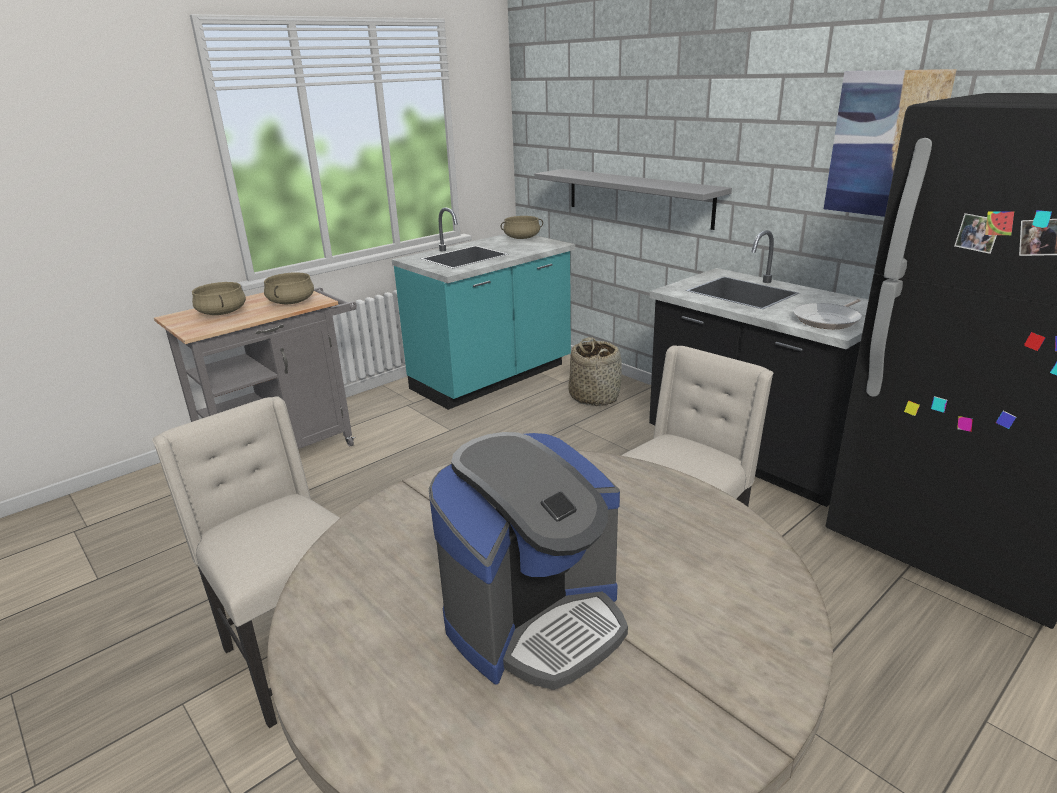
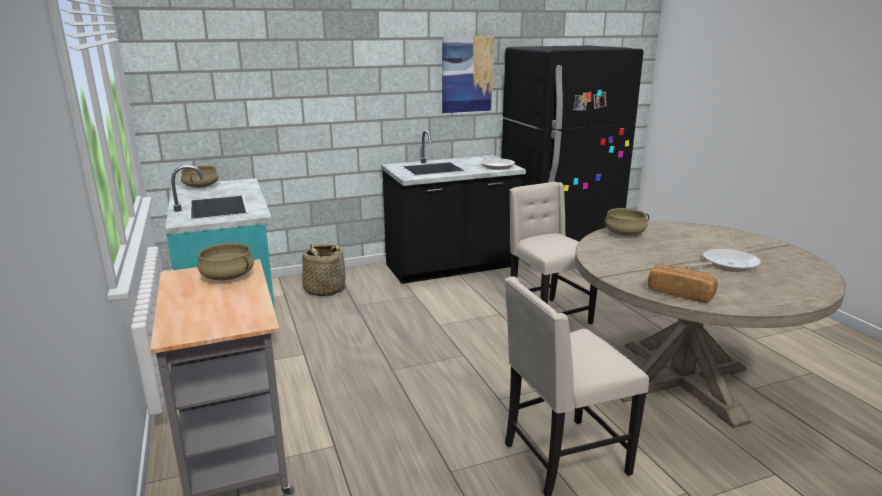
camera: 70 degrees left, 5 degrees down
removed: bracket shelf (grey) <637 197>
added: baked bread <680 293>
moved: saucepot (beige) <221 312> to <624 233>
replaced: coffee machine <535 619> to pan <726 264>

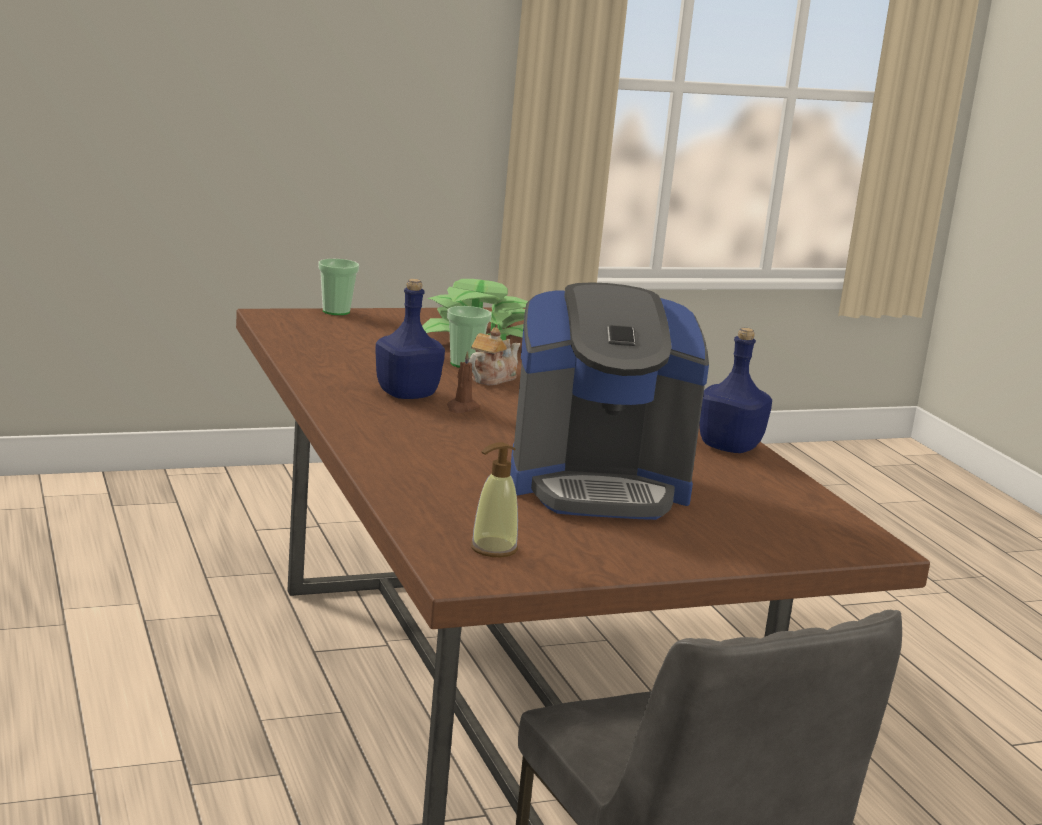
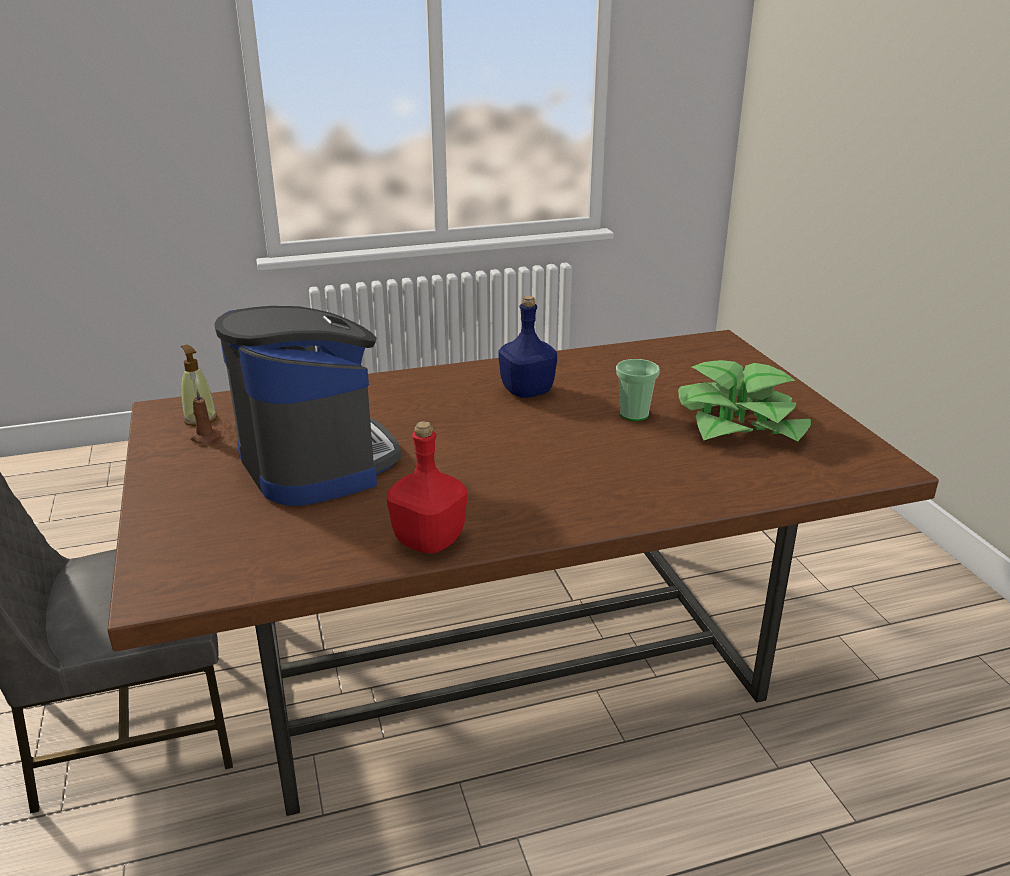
camera: 95 degrees right, 10 degrees up
removed: drinking cup <336 311>; tea pot <491 378>
moved: candle (brownish) <461 408> to <204 437>
recoloured: bottle (blue-coloured) <729 447> to bottle (red) <427 540>
turned: coffee machine <598 486> = <316 462> 150 degrees clockwise

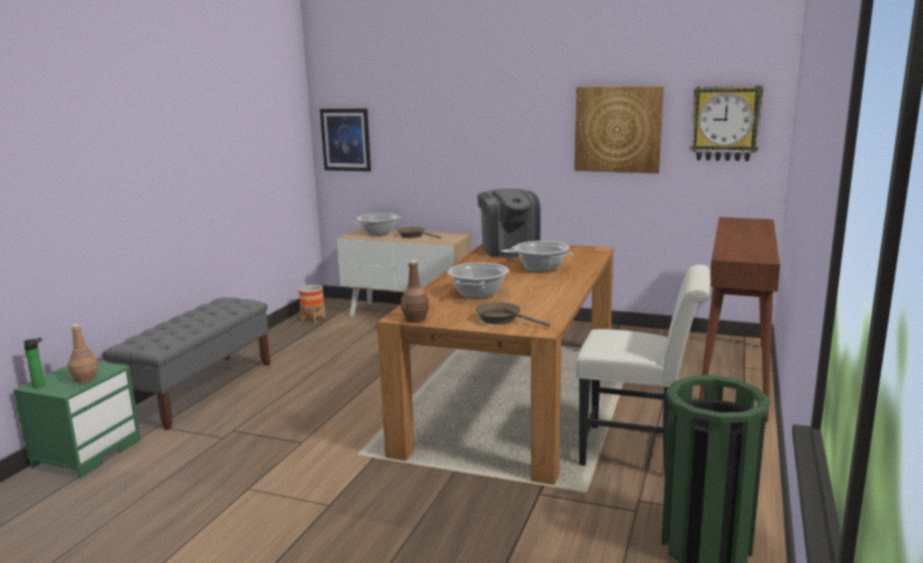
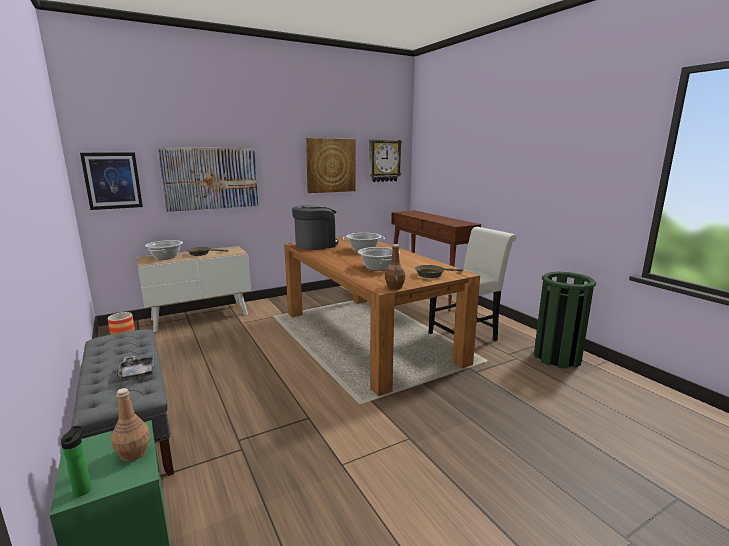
camera: 50 degrees left, 0 degrees up
added: wall picture <211 178>; tray (grey) <137 372>
turned: coffee machine <509 249> = <316 245> 60 degrees counterclockwise

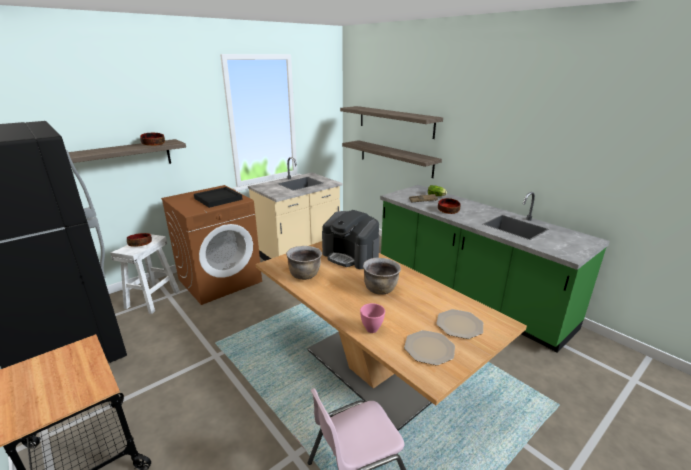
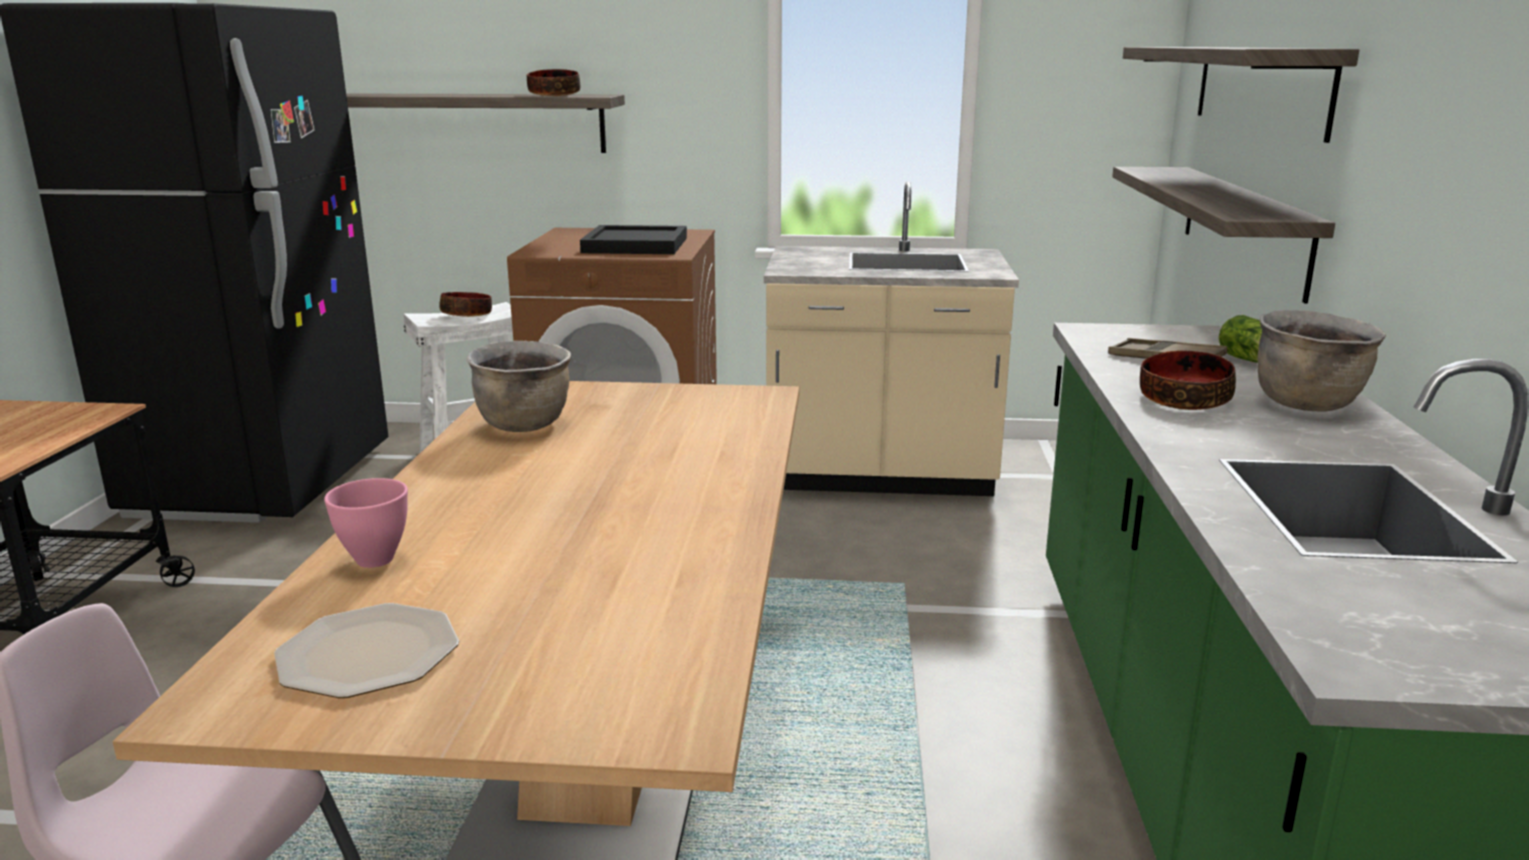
camera: 45 degrees right, 5 degrees down
removed: coffee machine <351 256>; flat dish <459 324>
moved: saucepot (brownish) <380 289> to <1307 404>

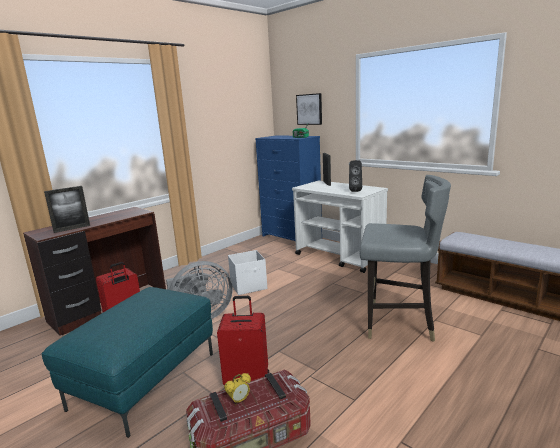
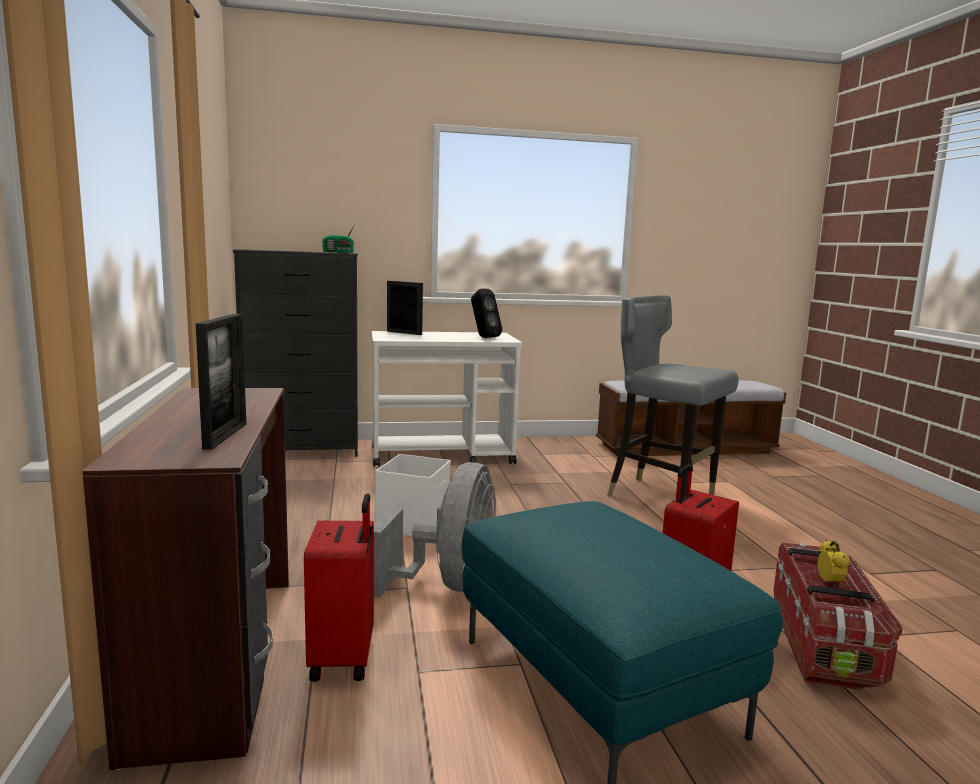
camera: 55 degrees left, 5 degrees down
removed: wall picture <309 109>
recoloured: chest of drawers (blue-coloured) <292 237> to chest of drawers (blackish) <304 449>
turned: upright chair (grey) <398 324> = <662 497> 105 degrees counterclockwise

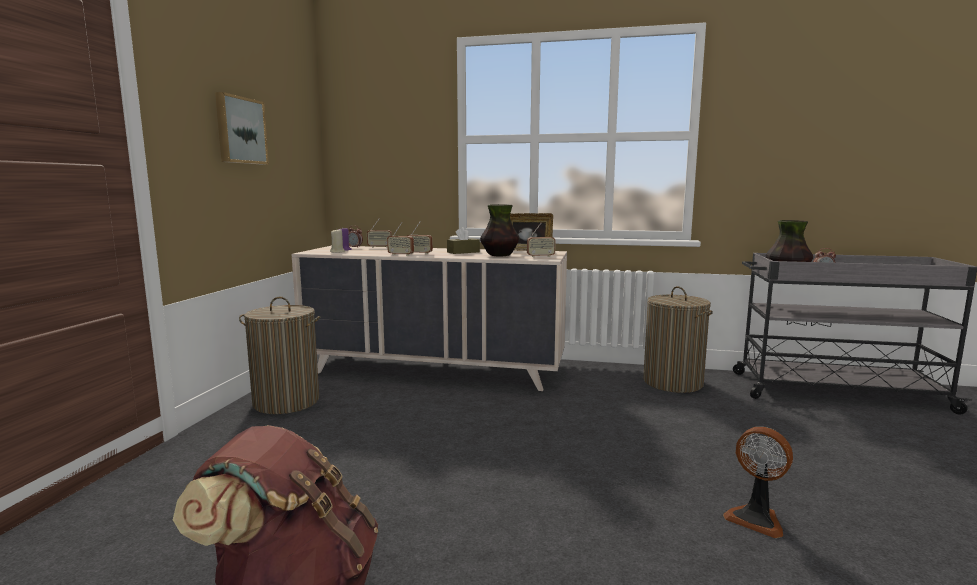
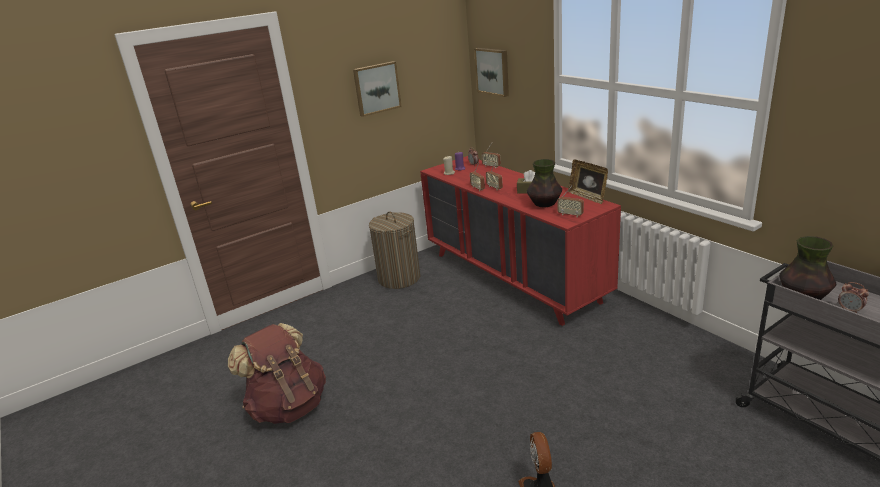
camera: 45 degrees right, 15 degrees up
removed: hamper <673 382>
added: wall picture <493 71>
recoloured: chest of drawers (beige) <435 371> to chest of drawers (red) <513 277>

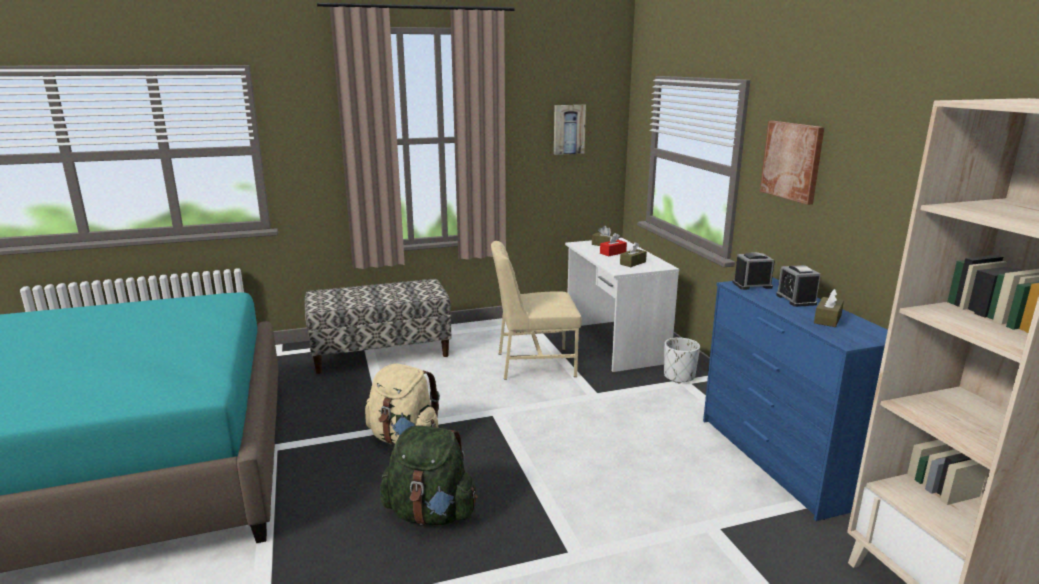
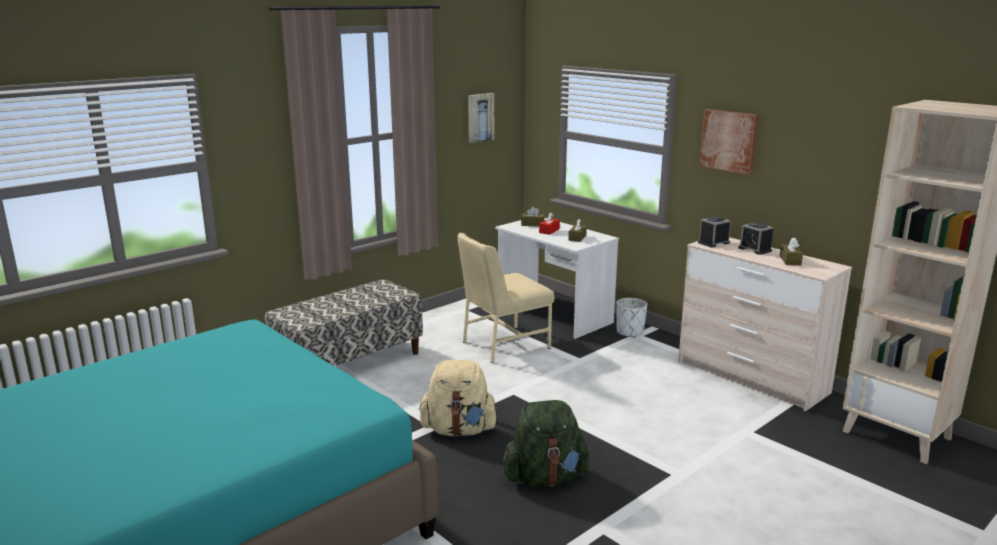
camera: 25 degrees left, 0 degrees up
recoloured: chest of drawers (blue-coloured) <778 460> to chest of drawers (beige) <751 378>

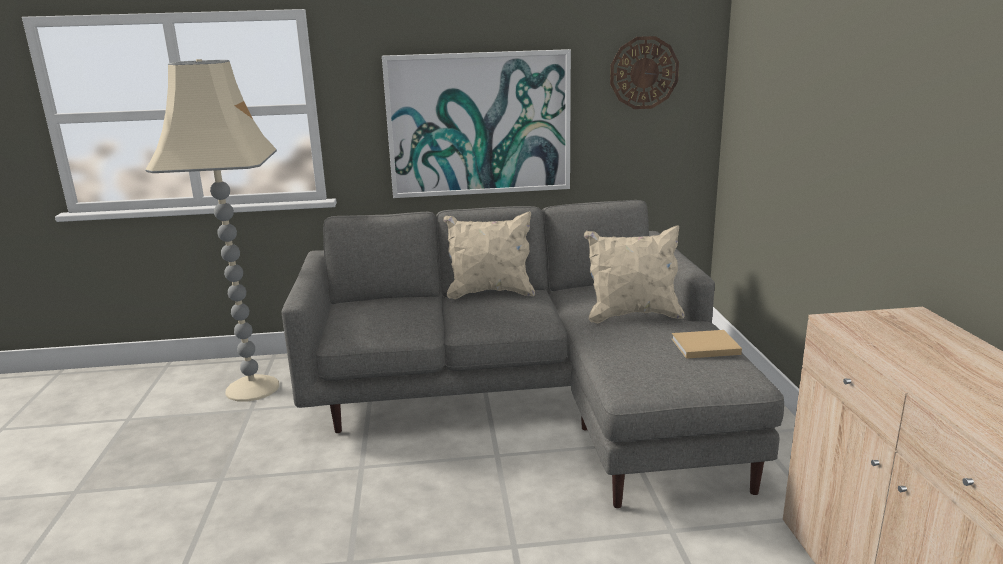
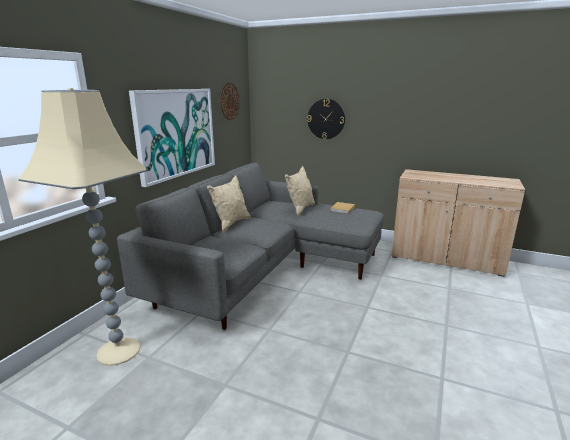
camera: 60 degrees left, 0 degrees up
added: wall clock <326 119>

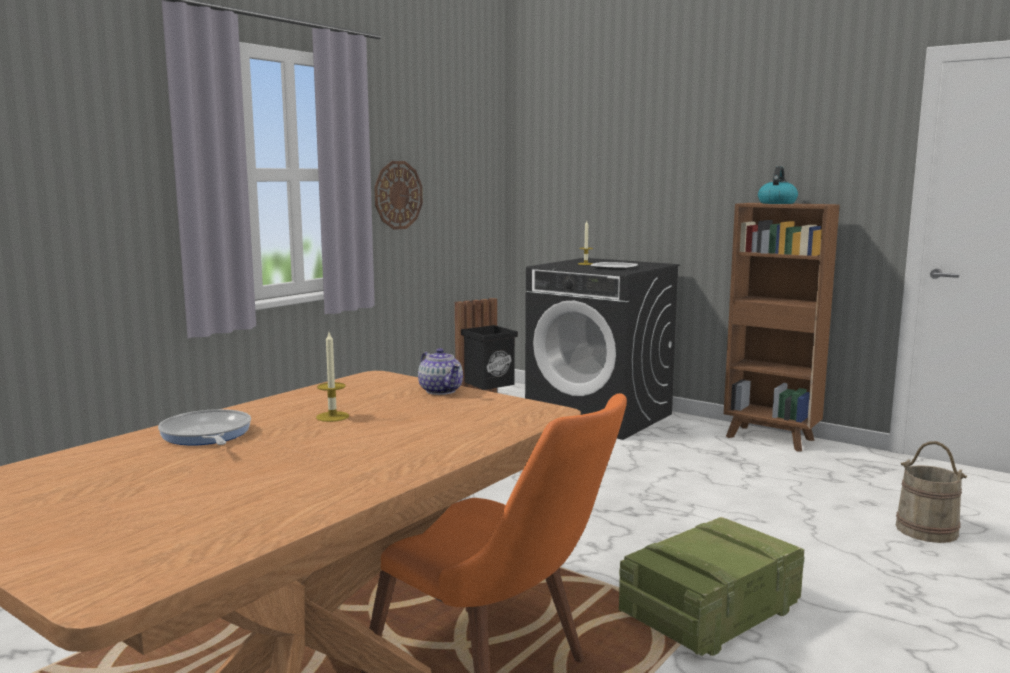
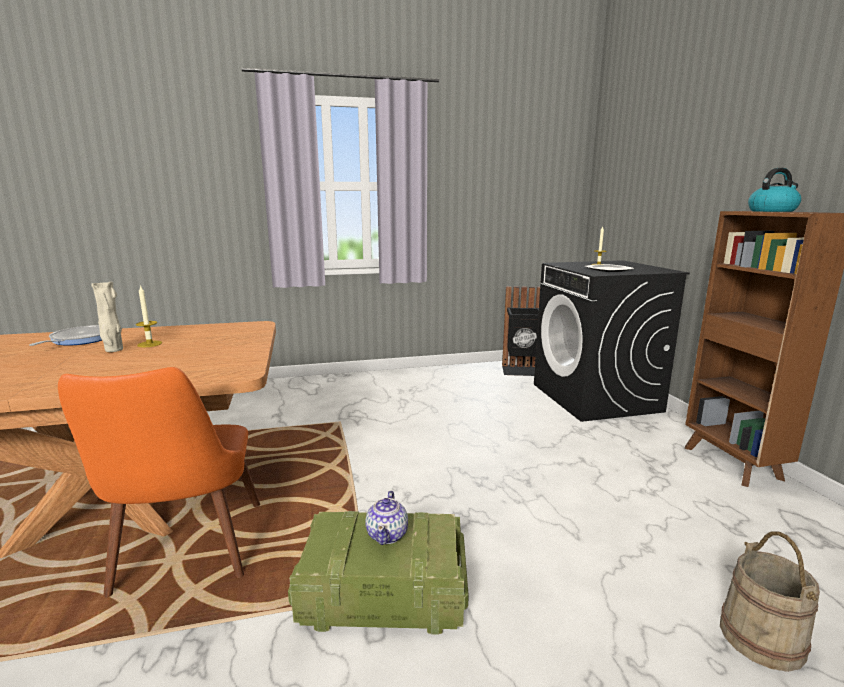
camera: 40 degrees right, 5 degrees up
removed: wall clock <398 195>
added: decorative vase (beige) <113 350>
moved: tea pot <441 390> to <387 534>

